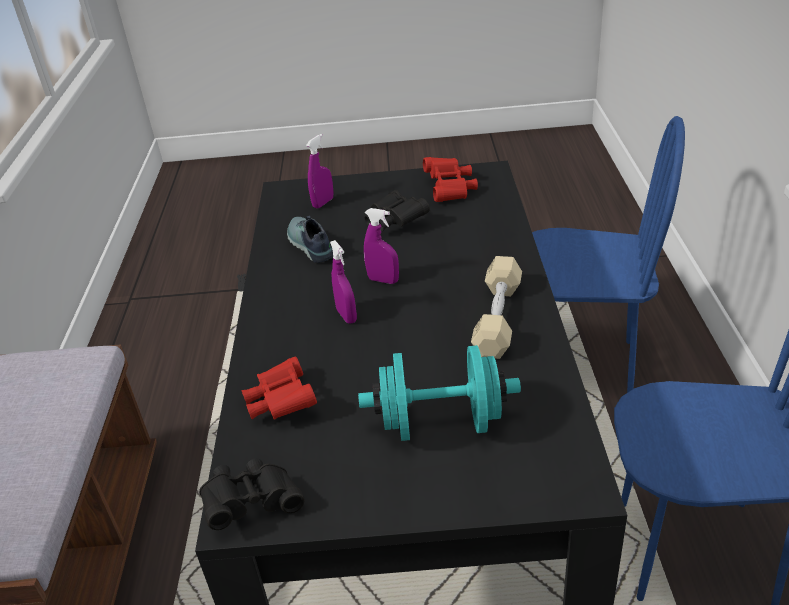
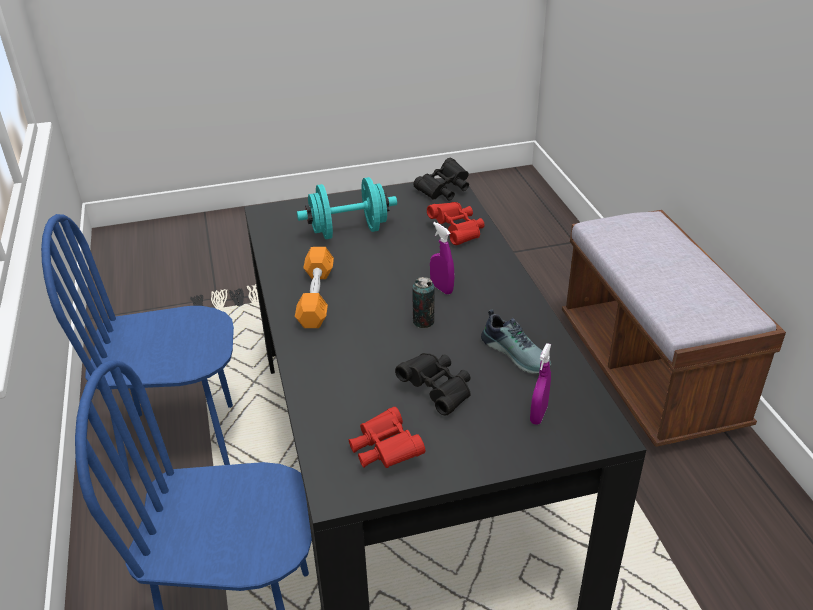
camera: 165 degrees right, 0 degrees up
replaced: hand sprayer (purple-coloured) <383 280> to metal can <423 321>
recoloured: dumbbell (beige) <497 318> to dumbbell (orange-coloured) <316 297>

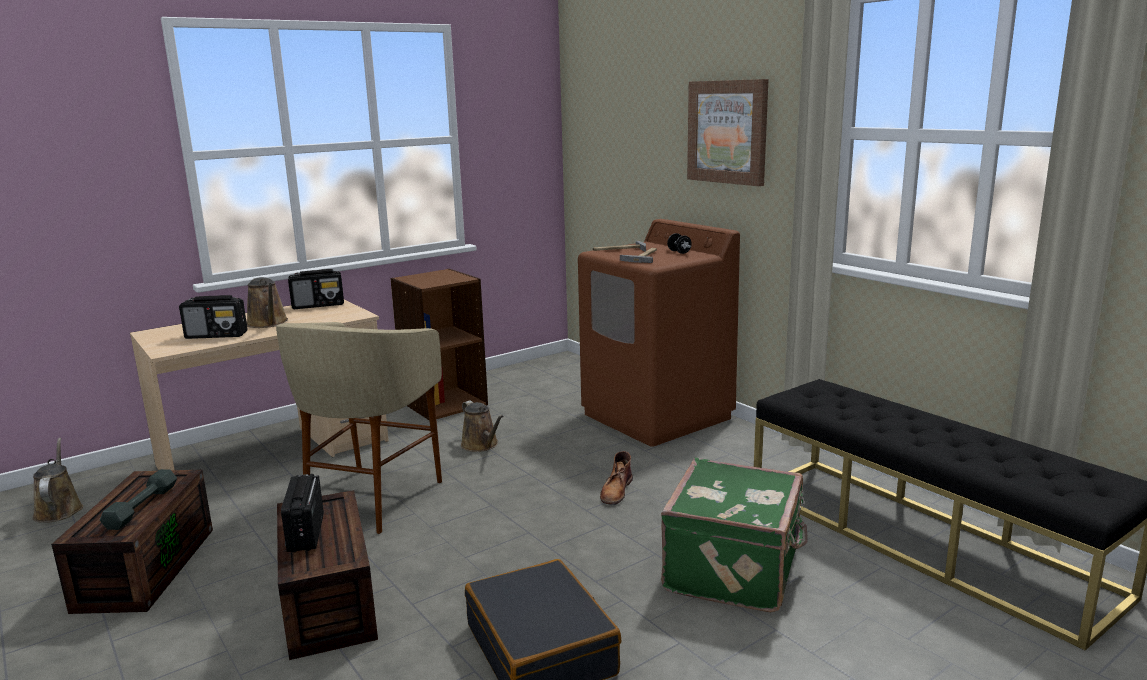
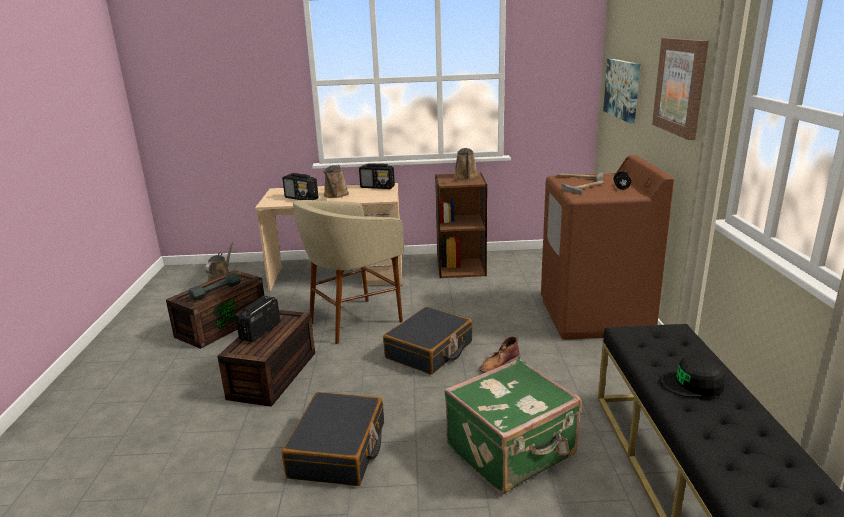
camera: 35 degrees right, 5 degrees up
added: wall picture <622 89>; travel case (blackish) <429 351>; cap (blackish) <692 384>
moved: sprinkling can (brownish) <481 445> to <466 177>

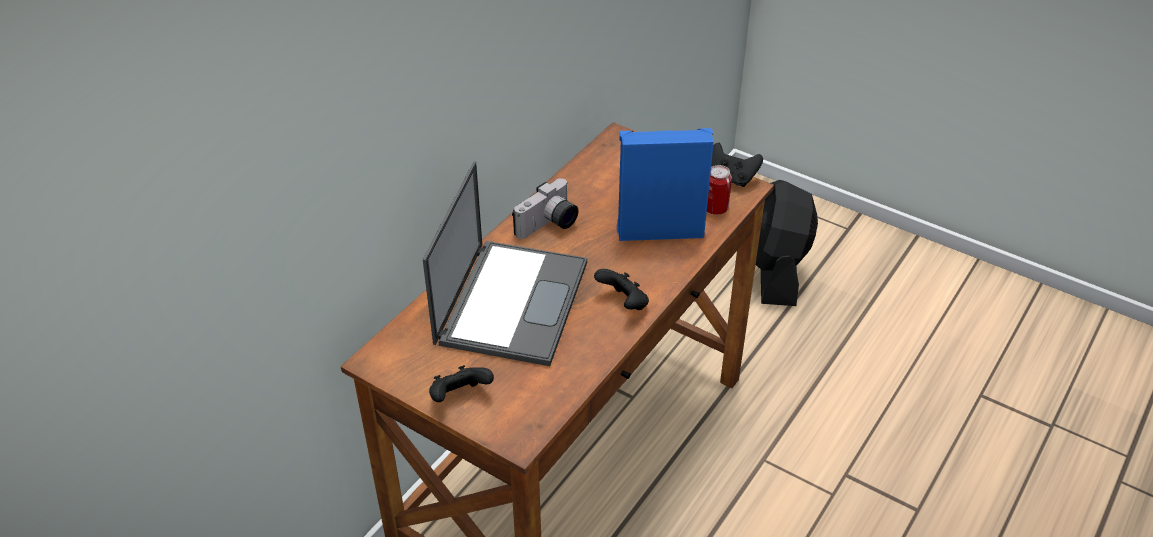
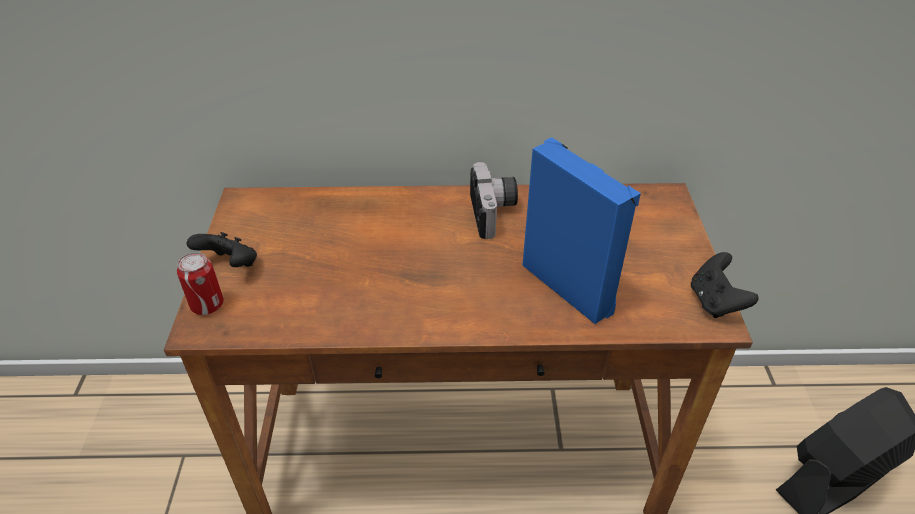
camera: 55 degrees right, 0 degrees up
removed: laptop <512 300>; joypad (blackish) <623 303>
moved: metal can <715 208> to <207 305>
turned: still camera <549 225> = <495 213> 105 degrees counterclockwise

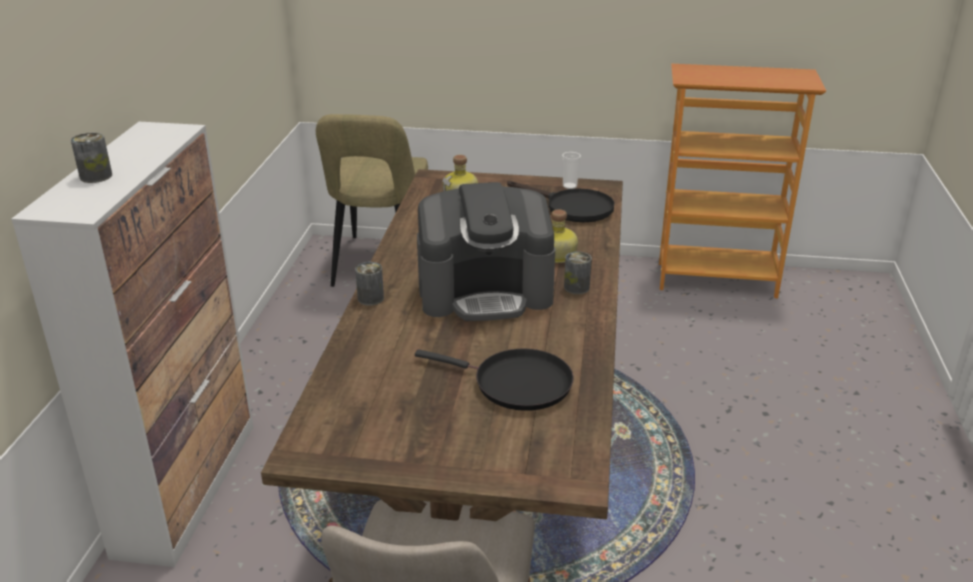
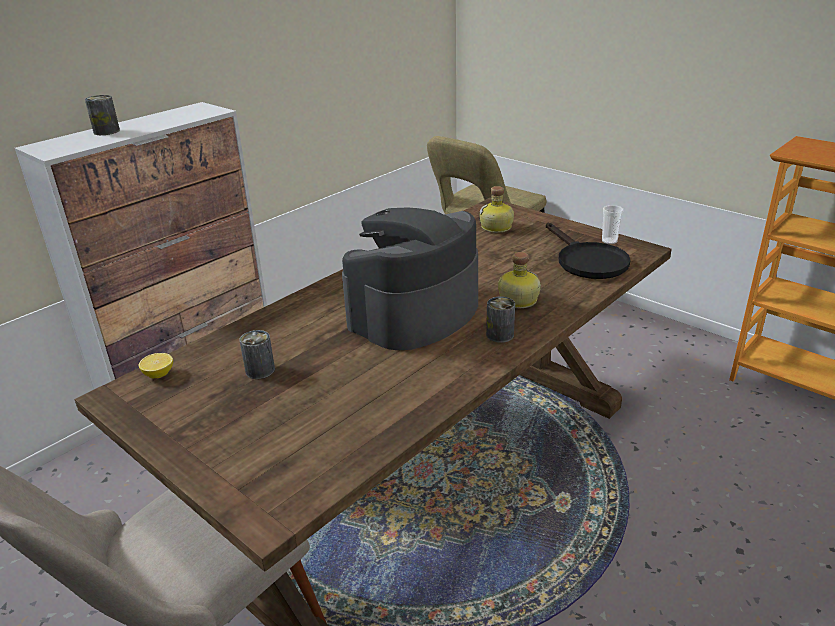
camera: 35 degrees right, 0 degrees up
removed: pan (blackish) <516 384>
added: lemon <158 374>
moved: metal can <370 298> to <260 370>
turned: coffee machine <485 292> = <414 314> 105 degrees clockwise

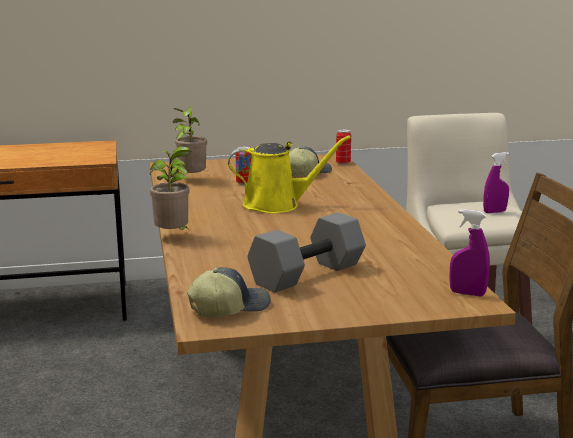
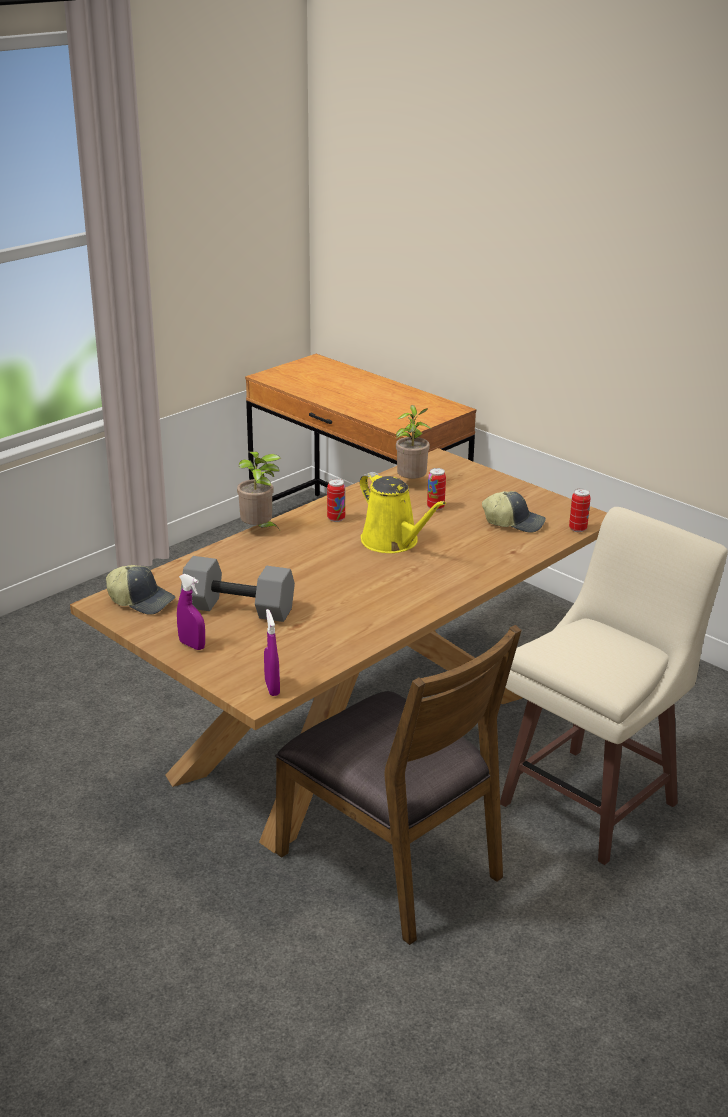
camera: 55 degrees right, 10 degrees up
added: metal can <336 519>
moved: hand sprayer (purple-coloured) <494 212> to <192 645>

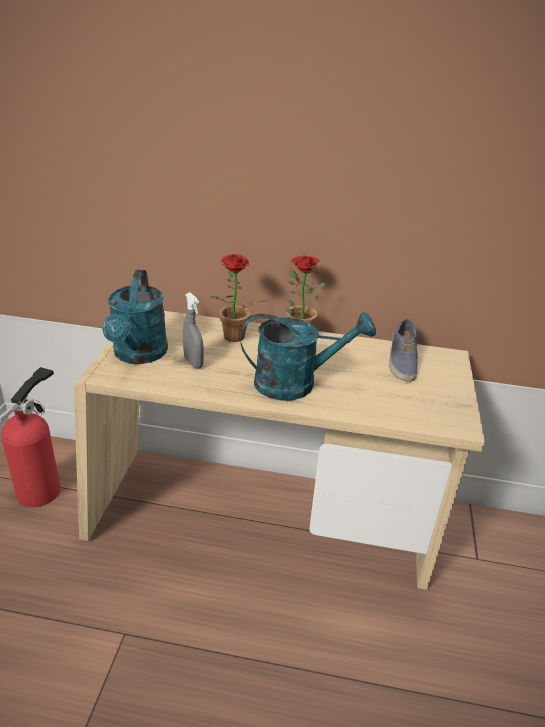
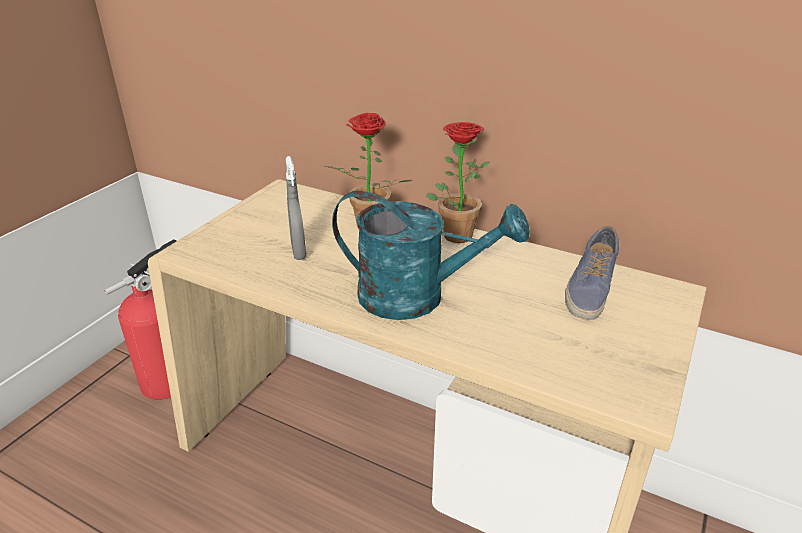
camera: 20 degrees right, 0 degrees up
removed: sprinkling can (turquoise-coloured) <138 355>

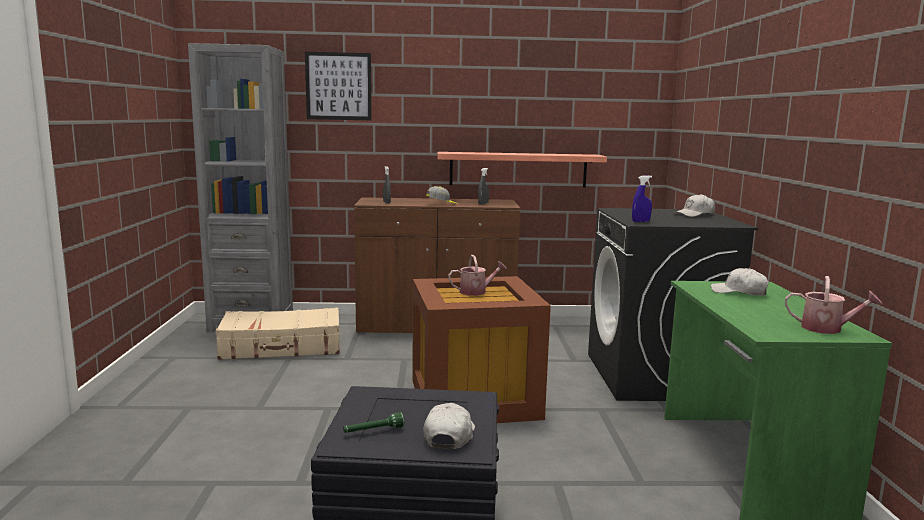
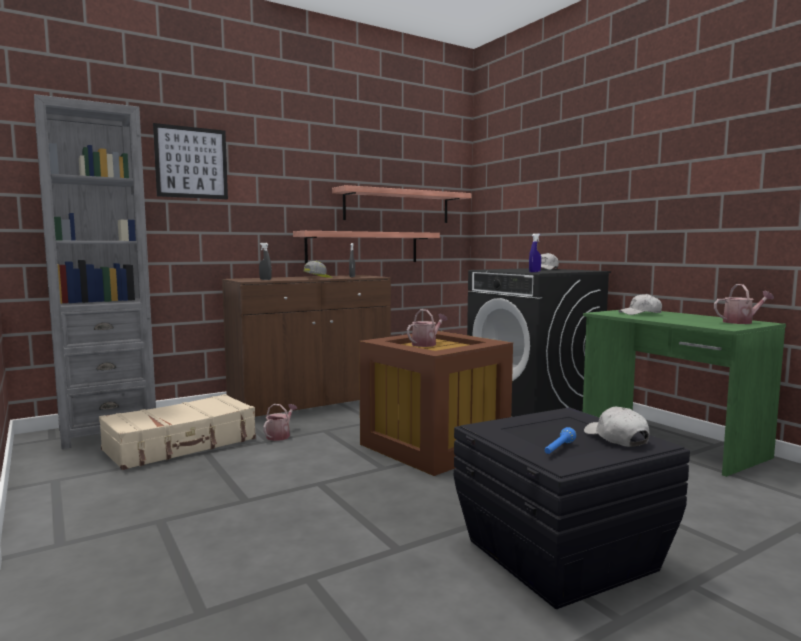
camera: 30 degrees left, 5 degrees down
added: bracket shelf <397 206>; sprinkling can <280 435>
recoloured: hand torch (greenish) <373 431> to hand torch (blue-coloured) <558 449>

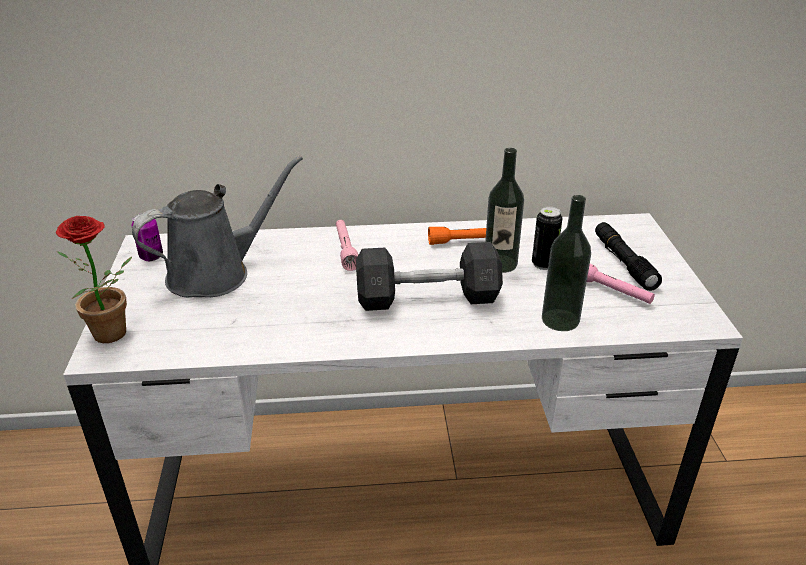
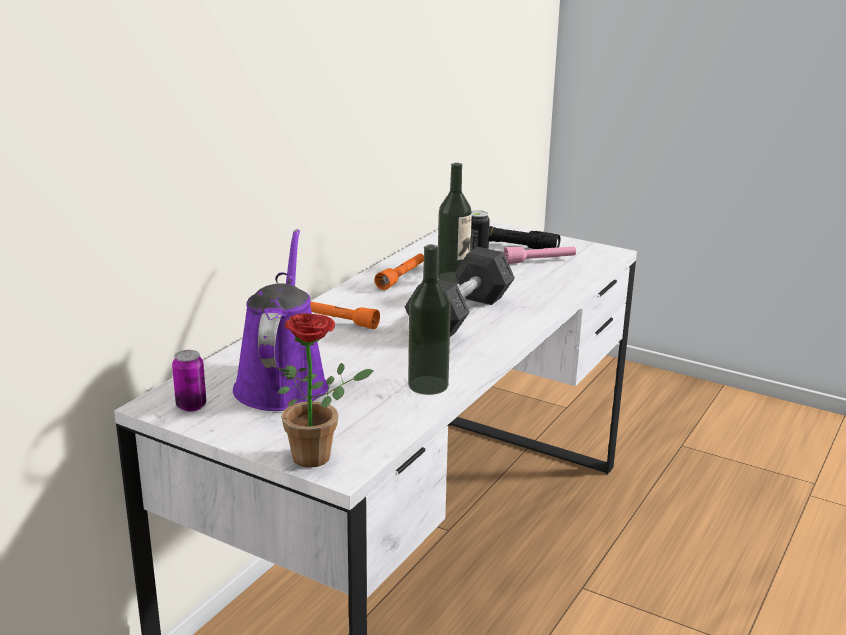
camera: 55 degrees left, 10 degrees down
moved: bottle <560 320> to <428 385>
recoloured: sprinkling can (grey) <216 273> to sprinkling can (purple-coloured) <282 383>; hand torch (pink-coloured) <346 250> to hand torch (orange-coloured) <338 321>

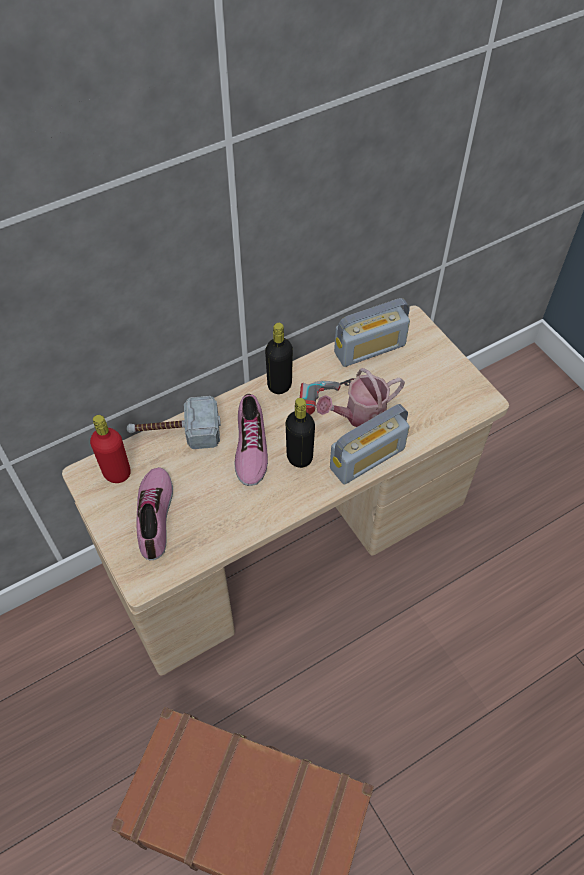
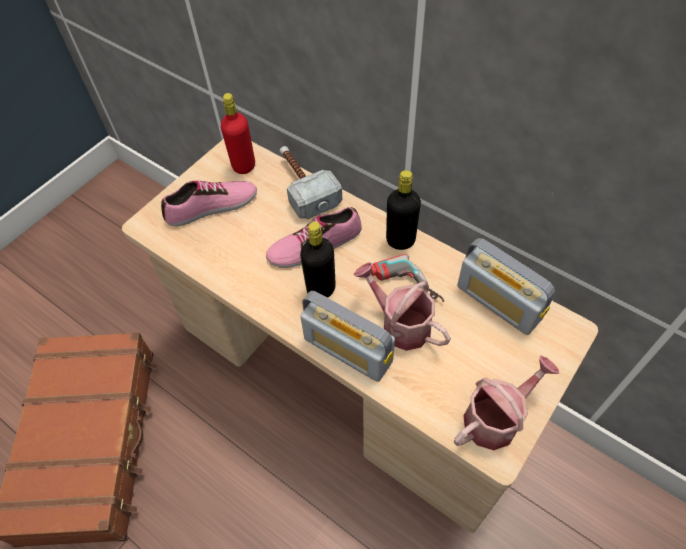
camera: 70 degrees right, 0 degrees up
added: sprinkling can <496 418>

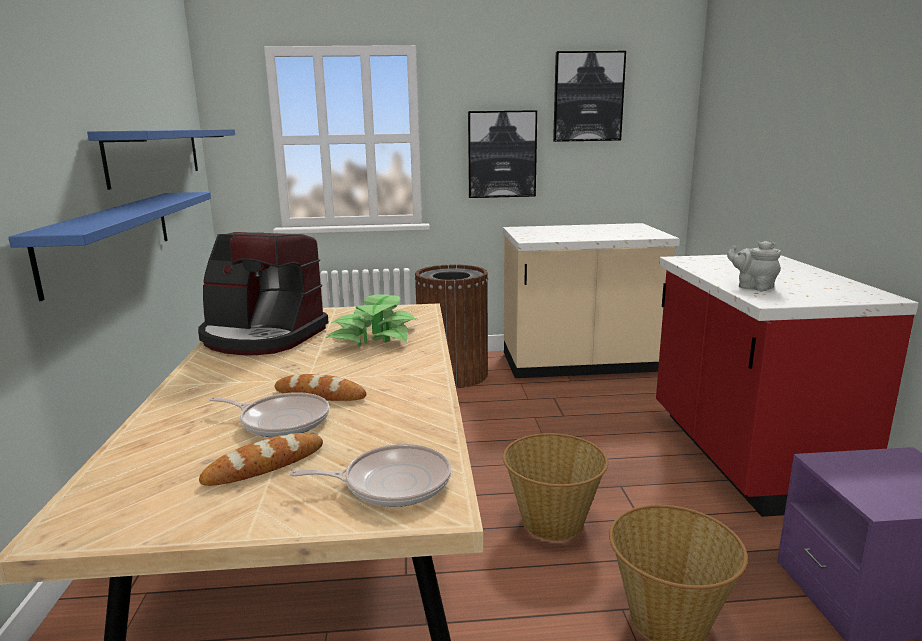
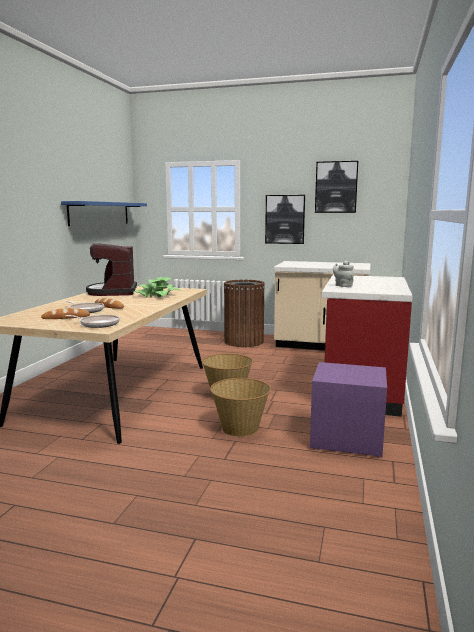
camera: 20 degrees right, 5 degrees down
removed: bracket shelf (blue-coloured) <110 237>
turned: coffee machine <262 336> = <113 292> 45 degrees clockwise

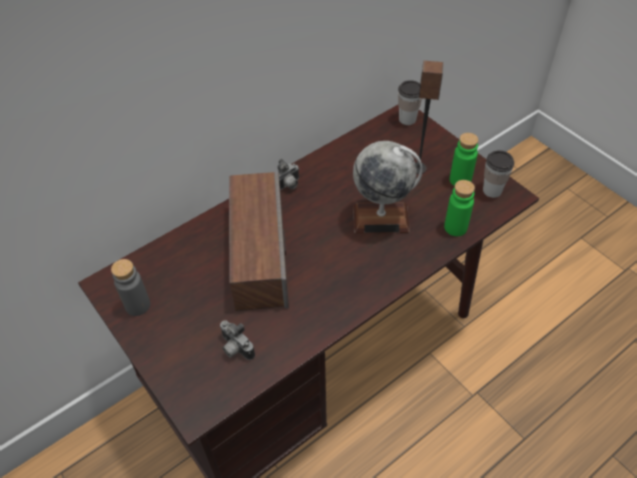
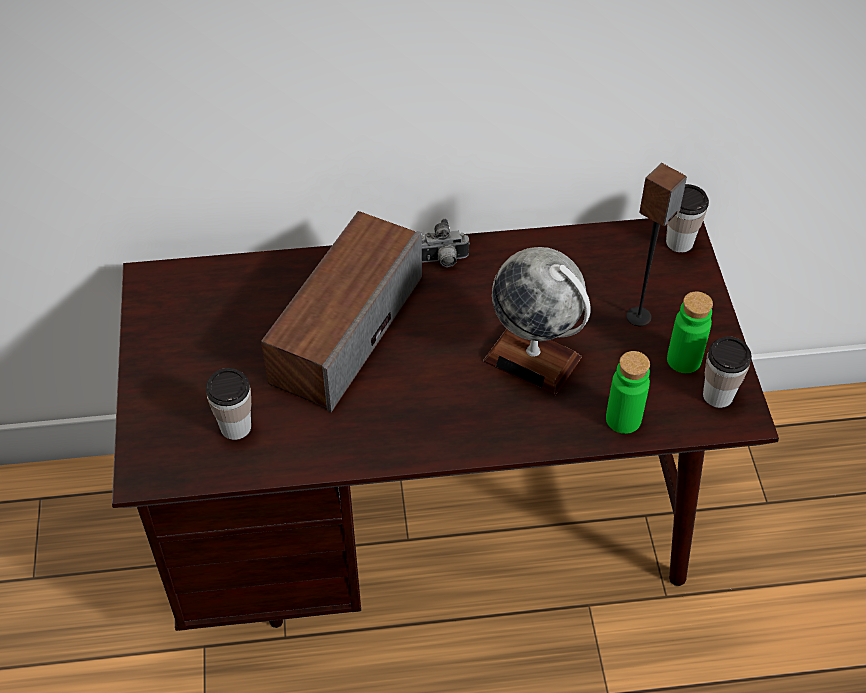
camera: 30 degrees right, 0 degrees up
removed: bottle (grey) <138 305>
replaced: still camera <235 348> to drinking cup <235 427>

